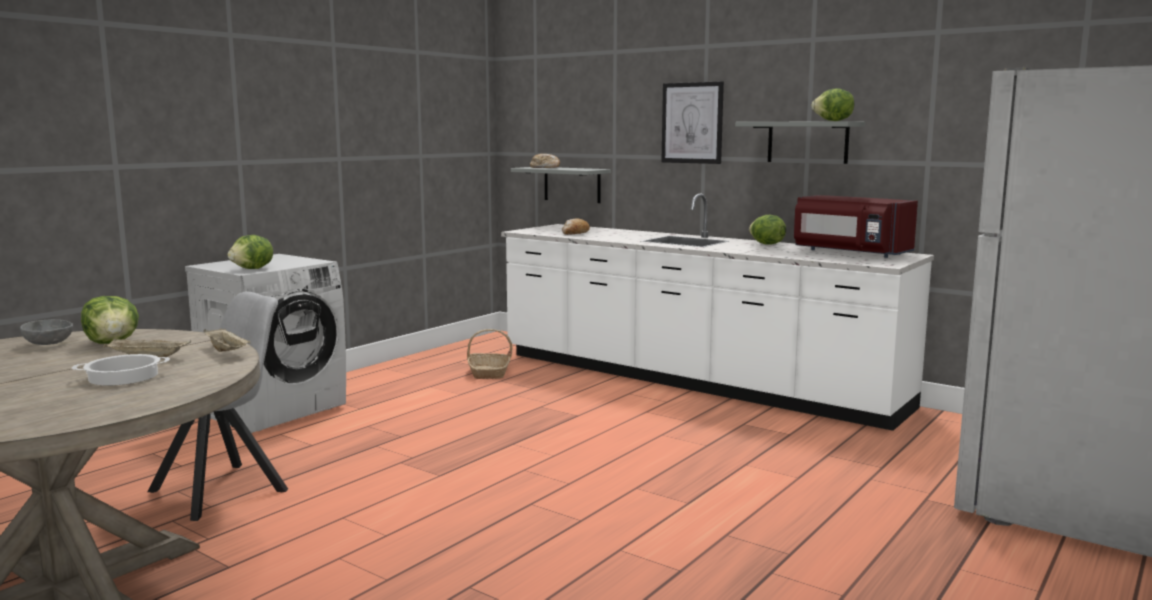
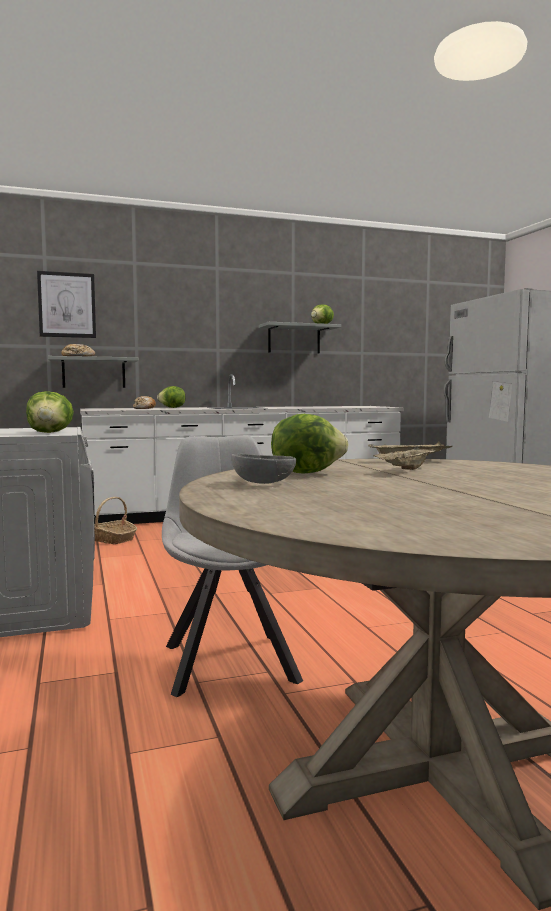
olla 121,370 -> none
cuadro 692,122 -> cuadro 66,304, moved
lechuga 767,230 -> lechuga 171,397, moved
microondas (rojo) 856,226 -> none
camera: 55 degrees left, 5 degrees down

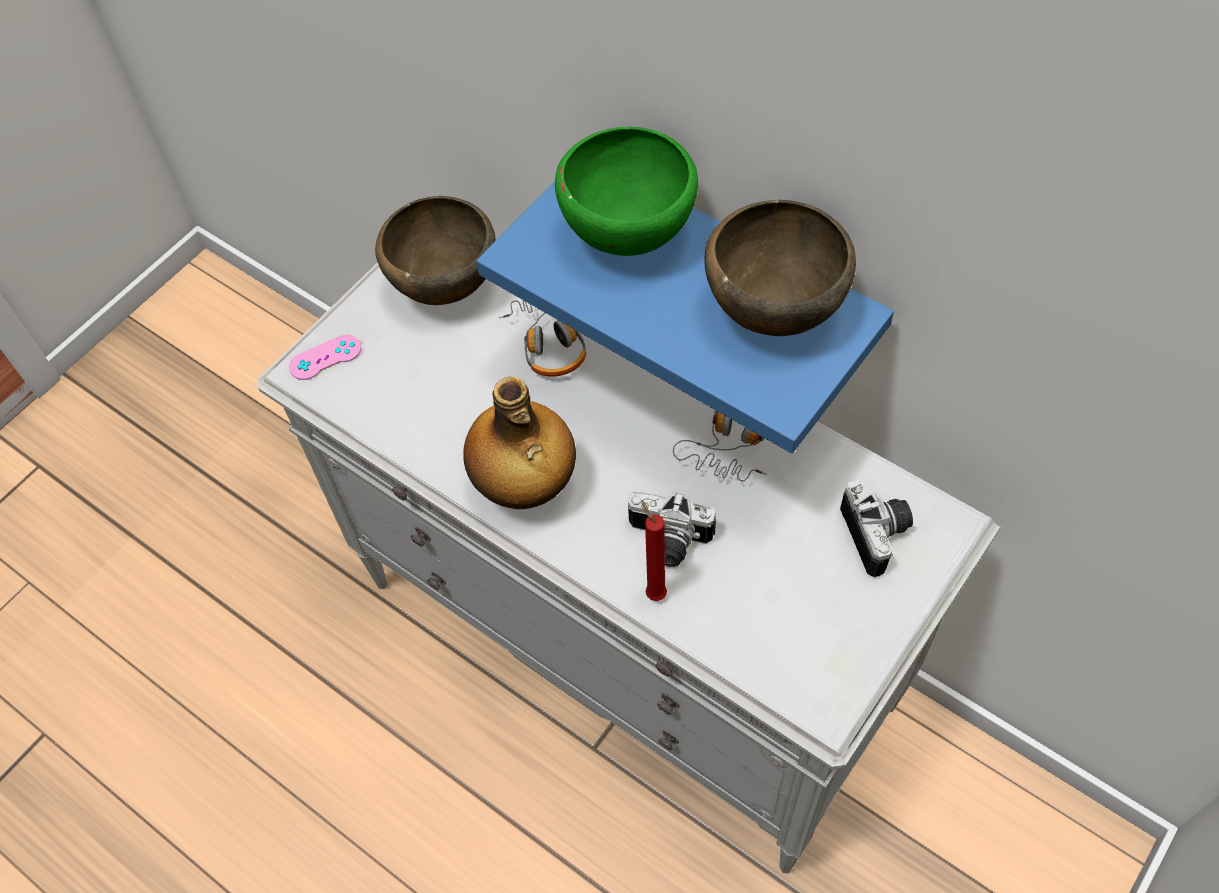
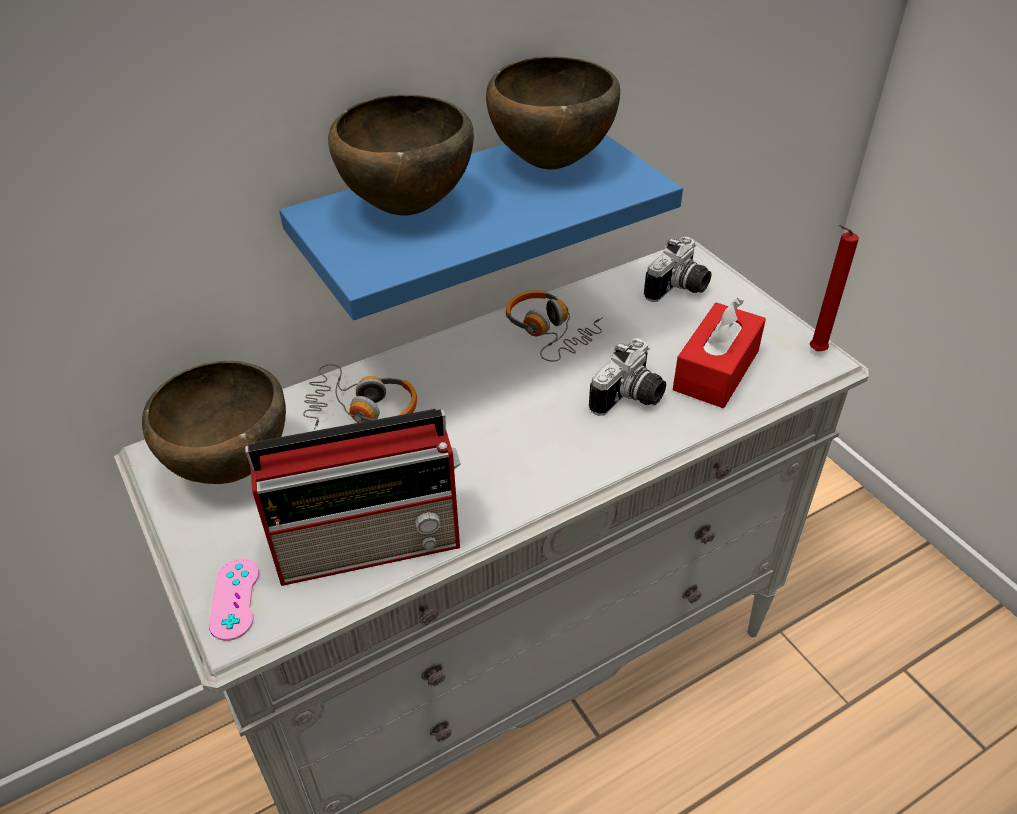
botella 519,443 -> none
cuenco (verde) 626,191 -> cuenco (marrón) 401,155
vela (rojo) 654,550 -> vela (rojo) 834,288, moved
cámara 876,528 -> cámara 677,269, 120 degrees clockwise
none -> radio 353,497
none -> caja de pañuelos (rojo) 719,353
camera: 70 degrees left, 15 degrees down

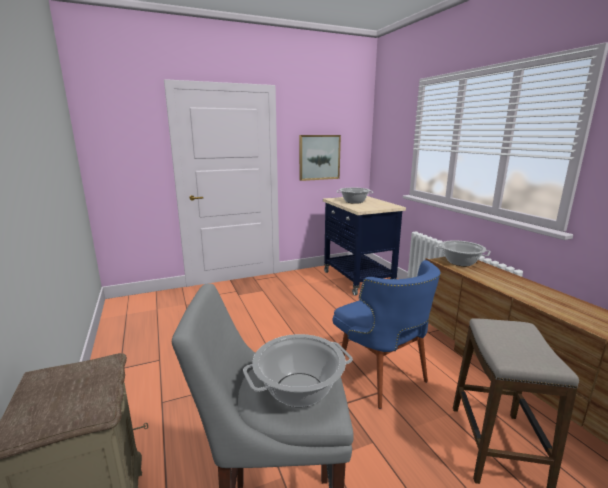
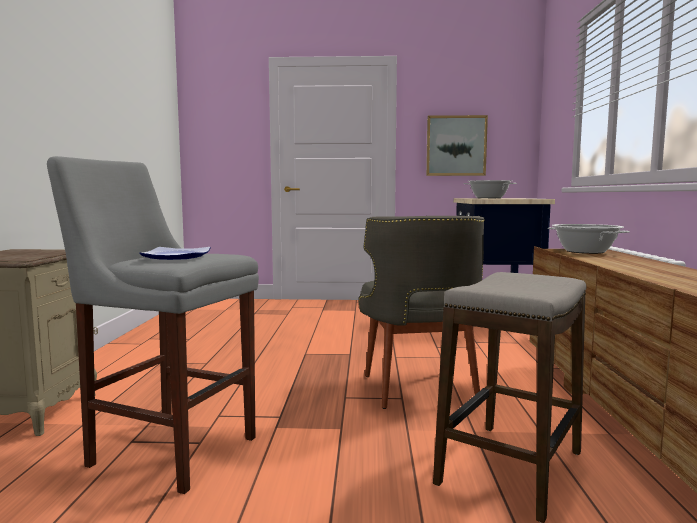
olla 298,370 -> plato 175,253
silla (azul) 387,334 -> silla (gris) 421,312
camera: 25 degrees right, 10 degrees down

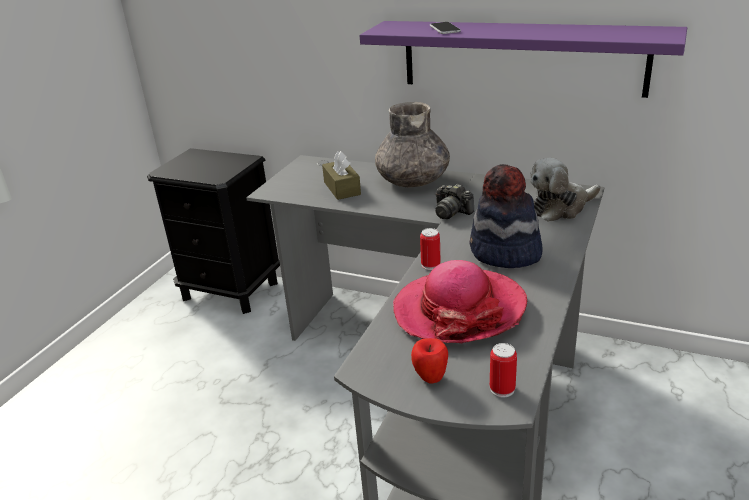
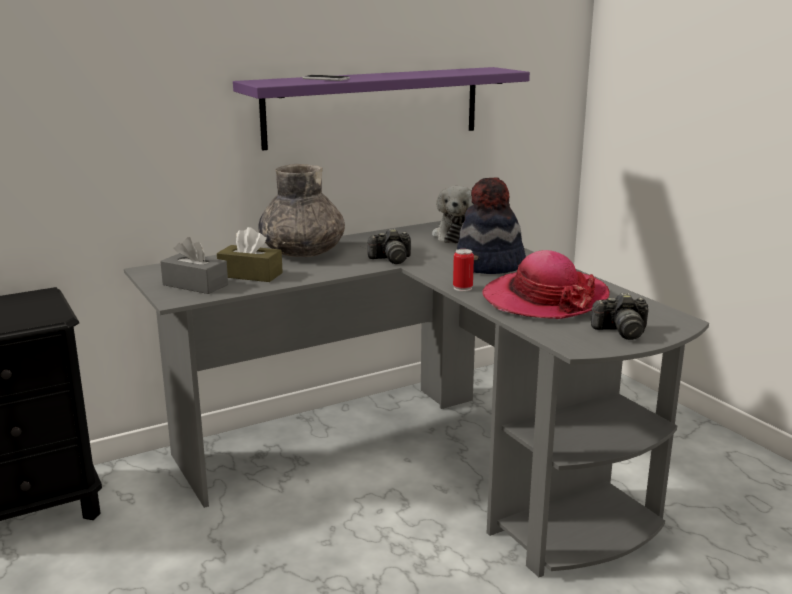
manzana 429,361 -> cámara 619,316
lata 503,370 -> none
none -> caja de pañuelos (gris) 194,265
camera: 55 degrees left, 10 degrees down

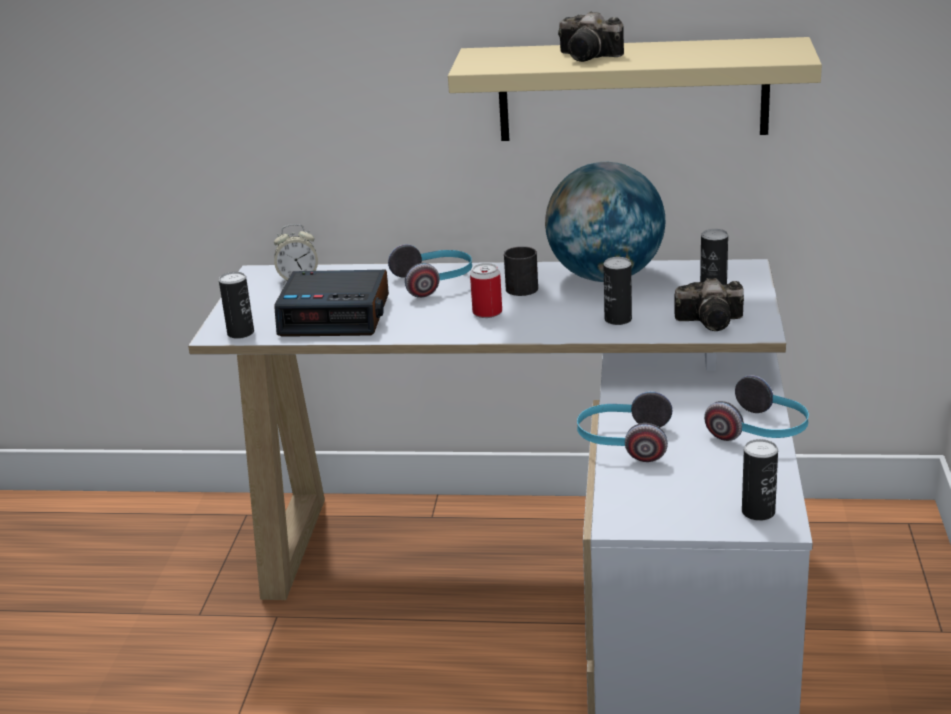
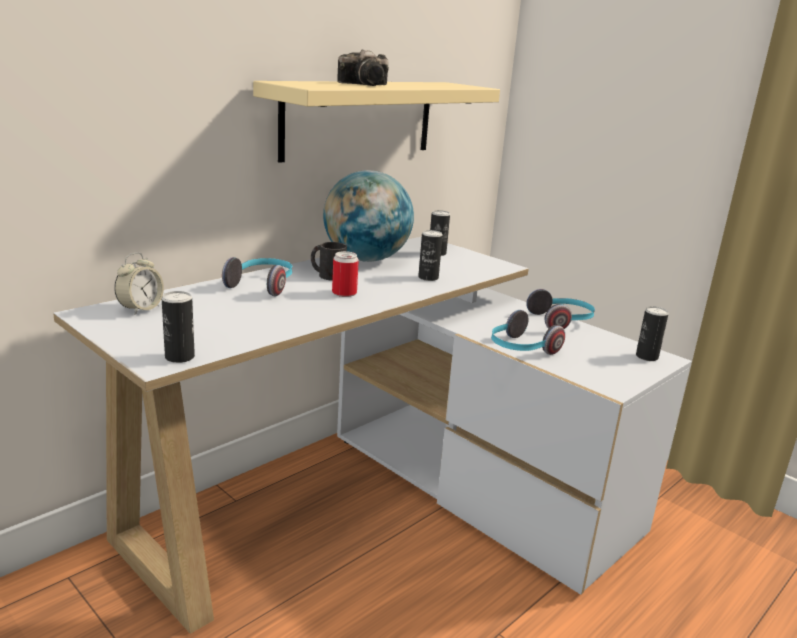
despertador 331,303 -> none
cámara 709,304 -> none
camera: 55 degrees left, 5 degrees down

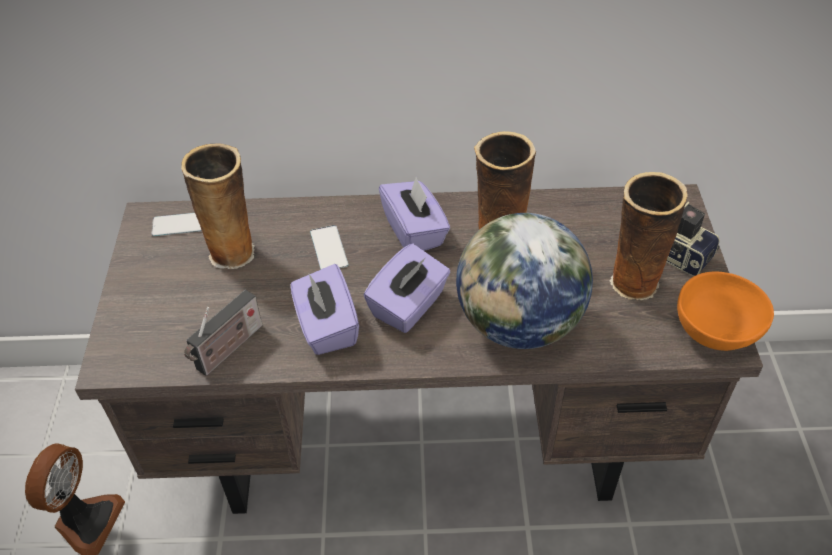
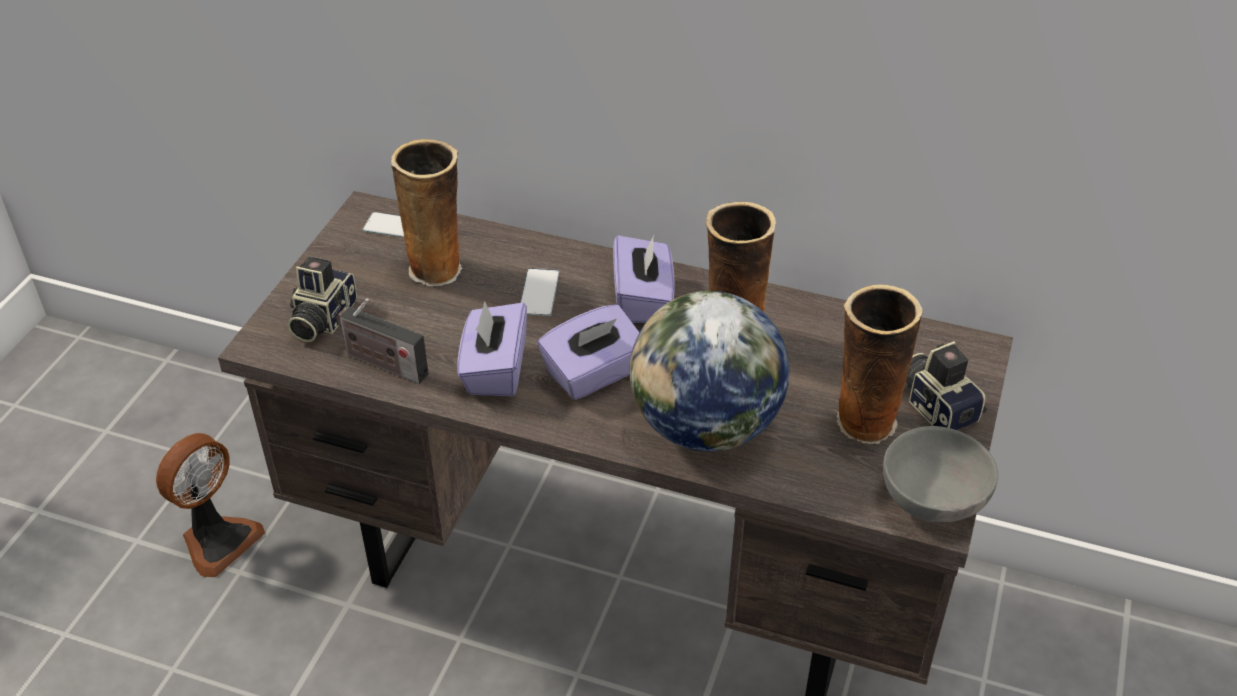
radio 223,333 -> radio 382,341, 60 degrees clockwise
cuenco (naranja) 725,311 -> cuenco (gris) 940,474
none -> cámara 322,299
camera: 20 degrees right, 5 degrees down

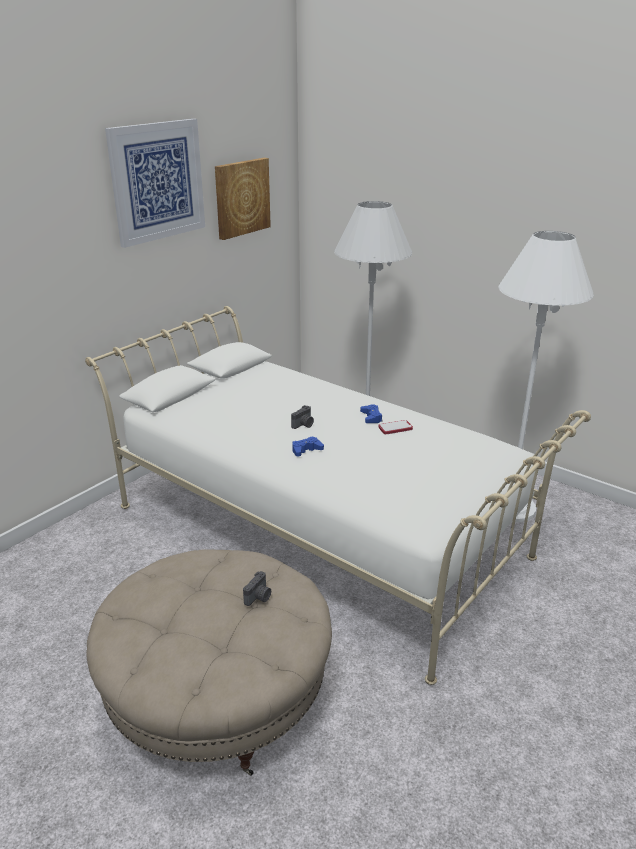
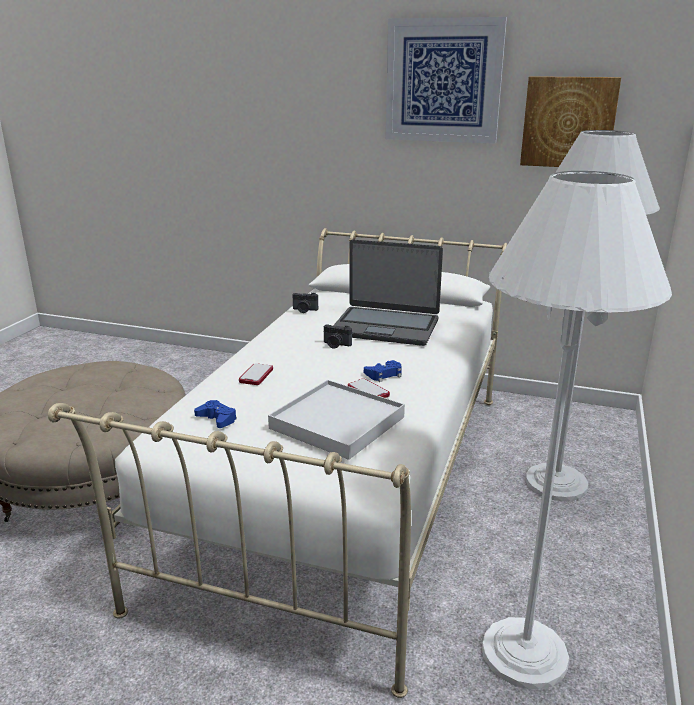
cámara 257,588 -> cámara 305,303, moved
mando de consola (azul) 308,447 -> mando de consola (azul) 215,414, moved
none -> móvil 256,374
none -> bandeja (blanco) 336,420
none -> portátil 388,293
camera: 70 degrees right, 5 degrees down

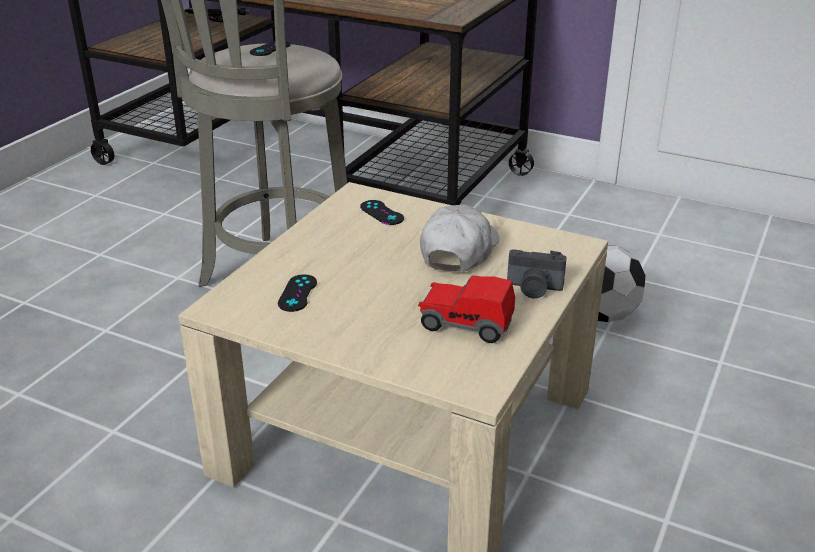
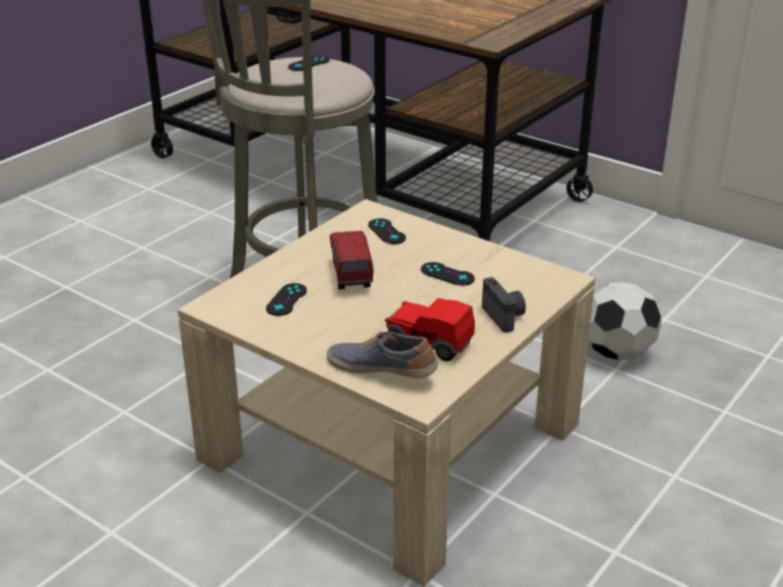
gorra (blanco) 460,238 -> mando de consola (negro) 448,274
cámara 537,273 -> cámara 504,305, 135 degrees counterclockwise
none -> zapato 382,354
none -> camión de juguete 352,260
camera: 10 degrees right, 0 degrees up

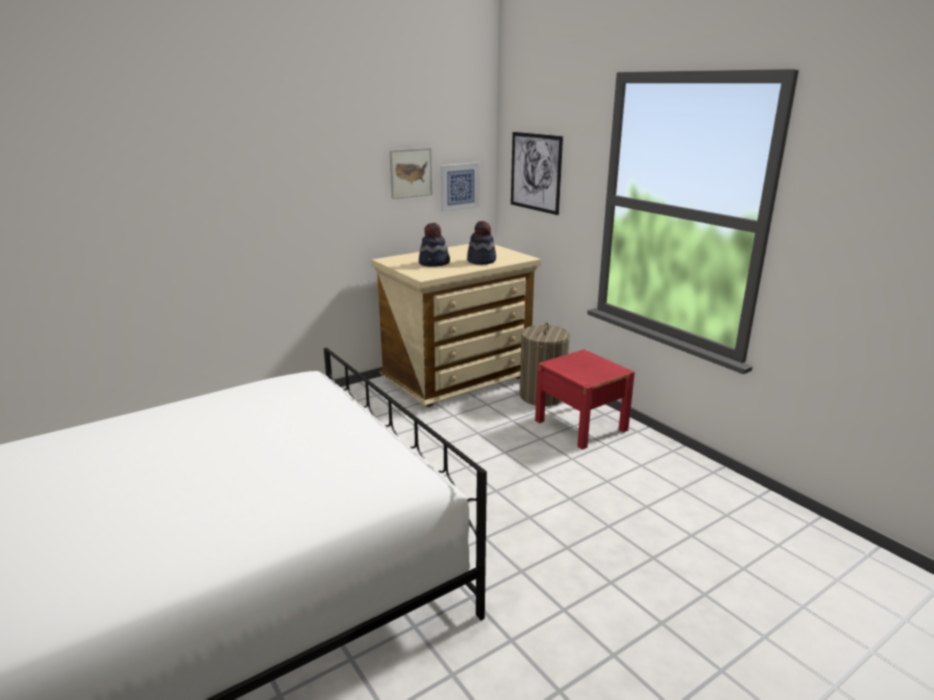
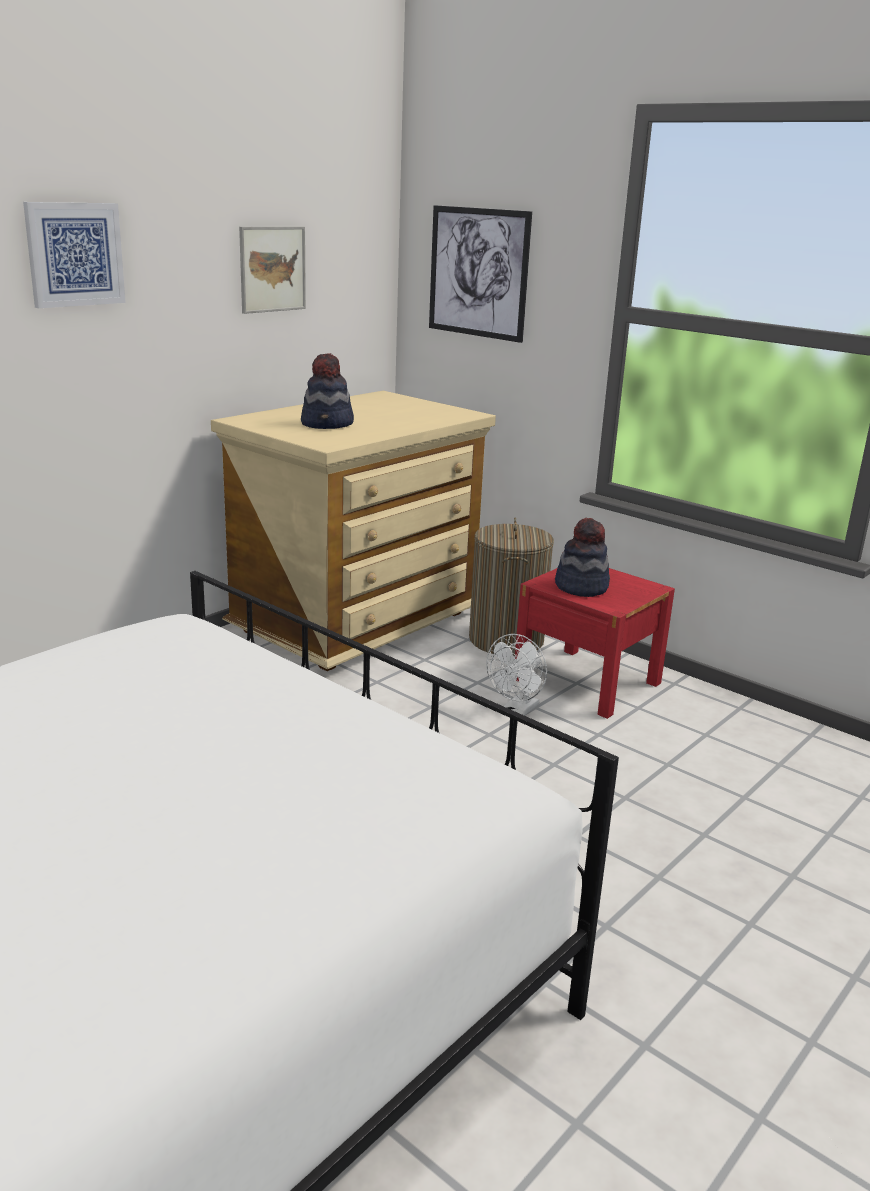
cuadro 460,187 -> cuadro 74,255, moved
sombrero 481,243 -> sombrero 582,557, moved
none -> ventilador (blanco) 516,675
camera: 15 degrees left, 0 degrees up

